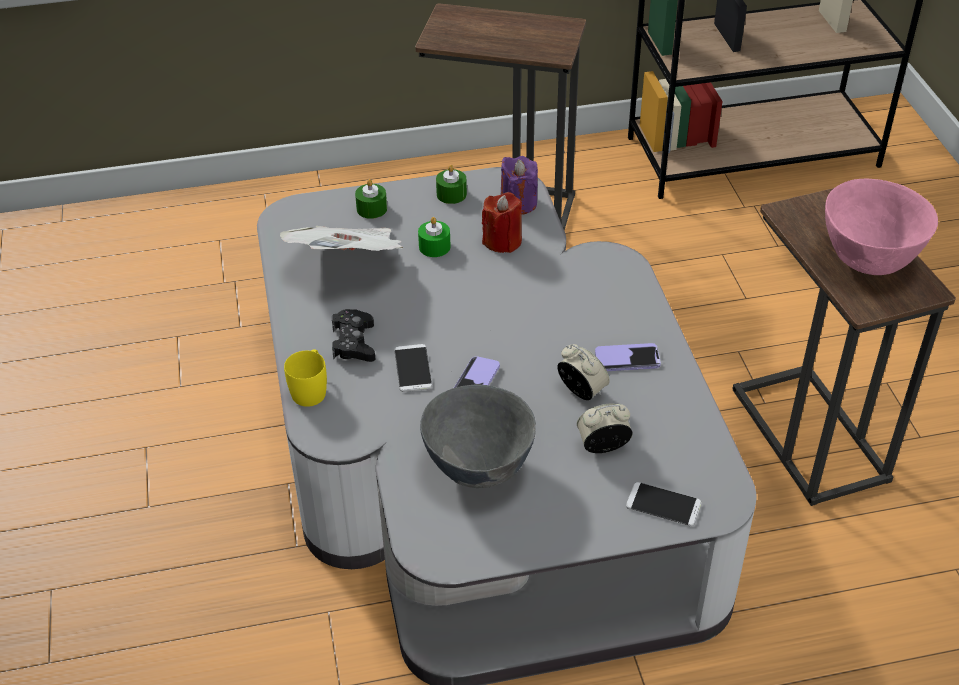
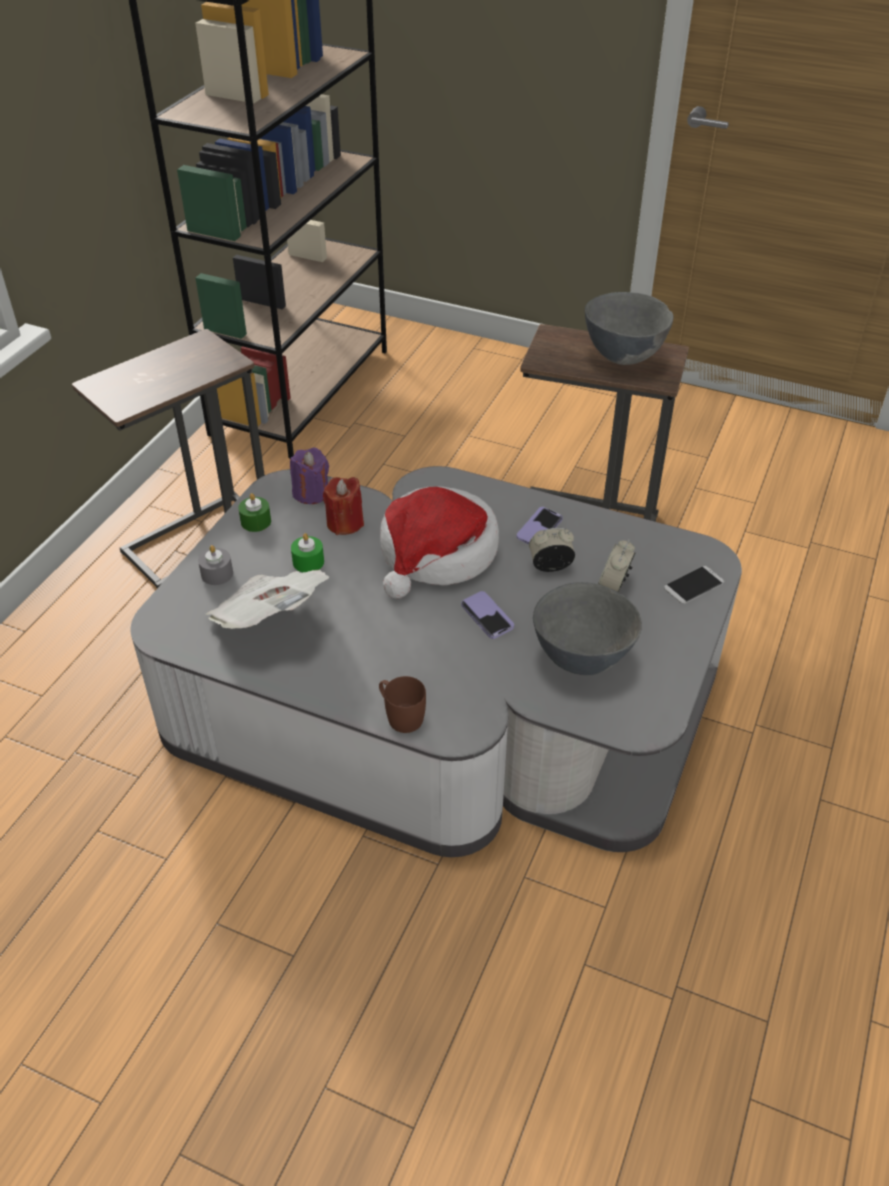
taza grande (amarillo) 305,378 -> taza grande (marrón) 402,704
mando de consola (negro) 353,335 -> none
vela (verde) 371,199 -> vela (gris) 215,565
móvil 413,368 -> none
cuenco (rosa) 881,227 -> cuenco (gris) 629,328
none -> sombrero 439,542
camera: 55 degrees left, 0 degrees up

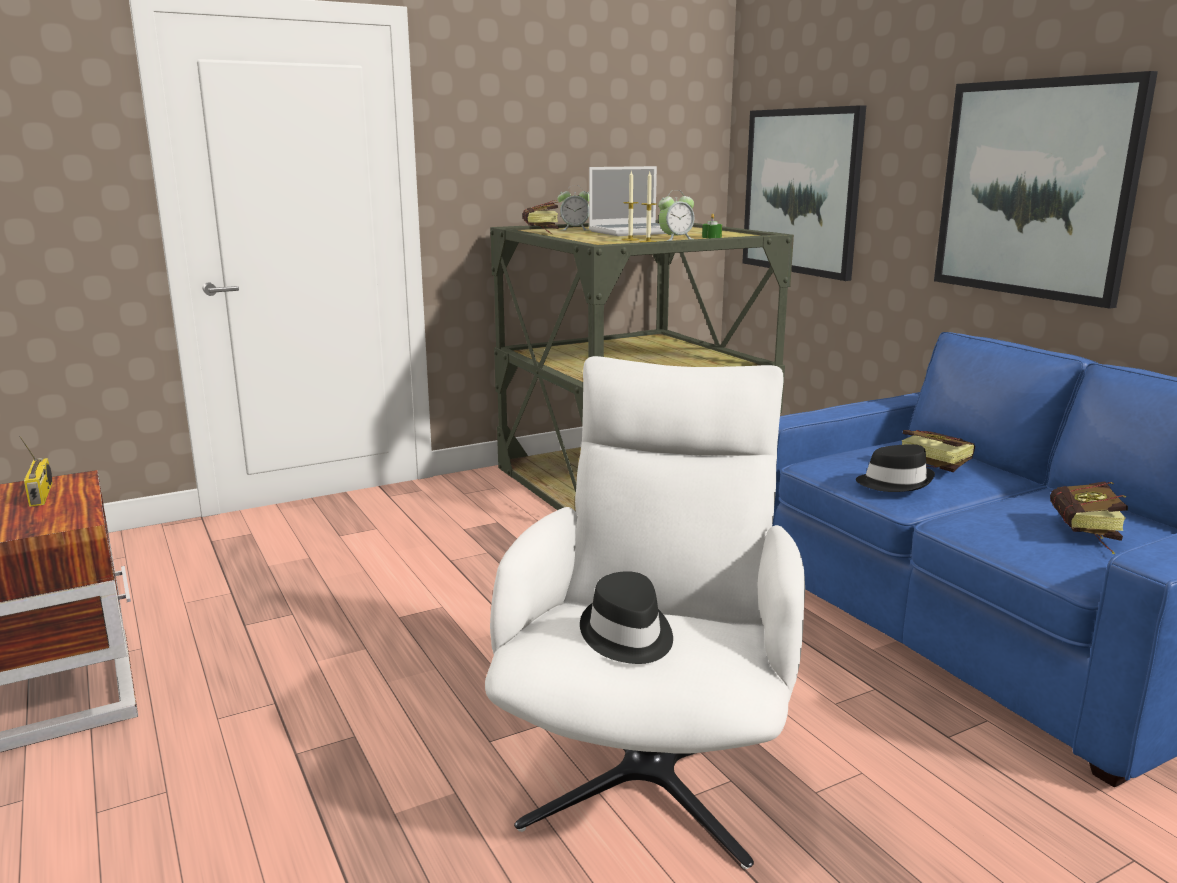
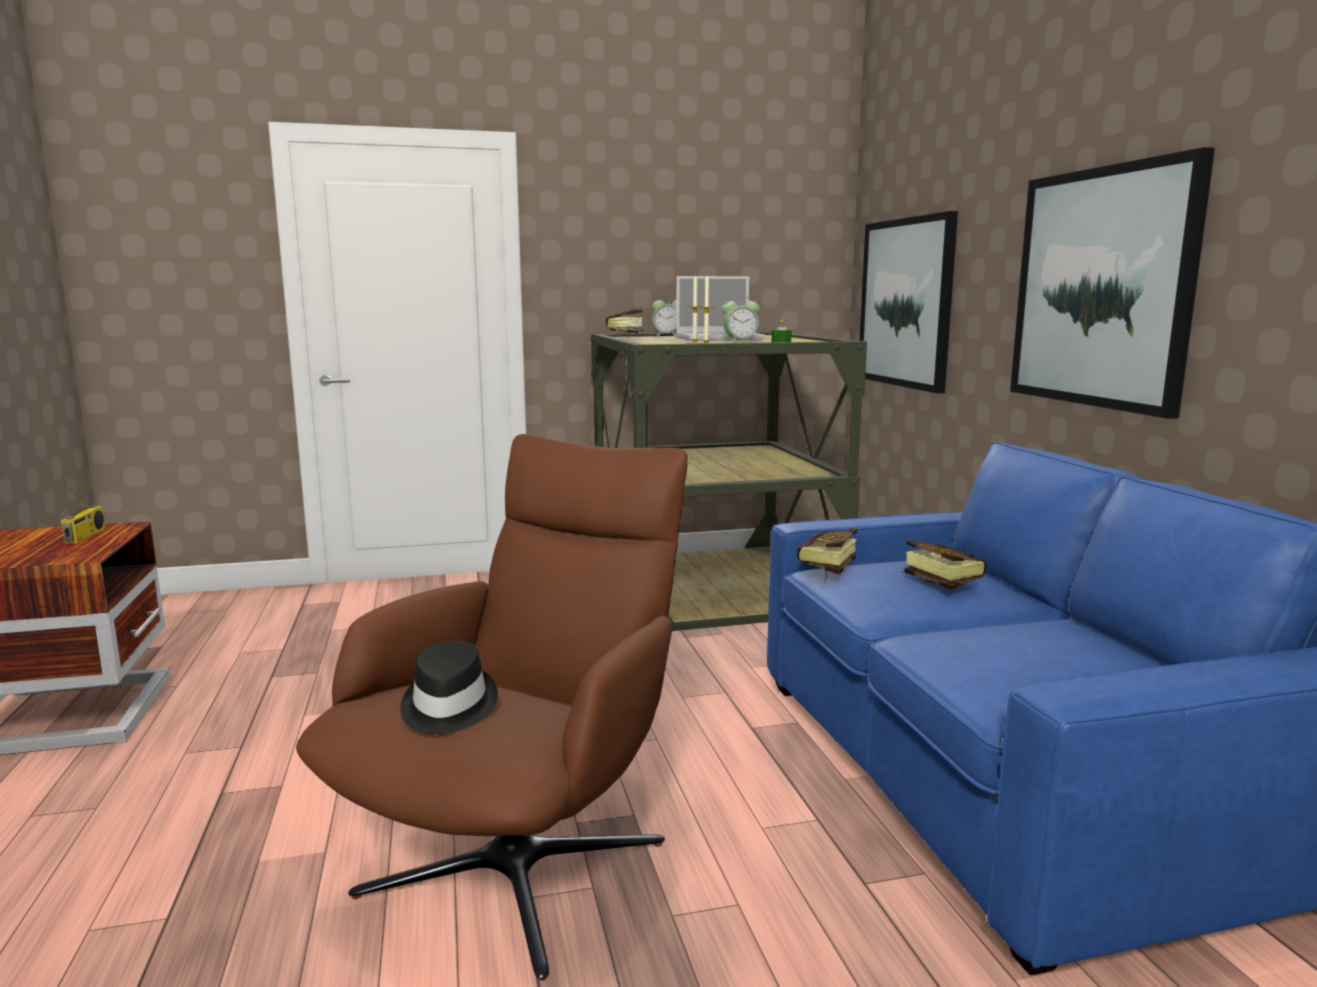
sillón (blanco) 645,612 -> sillón (marrón) 492,707
sombrero (negro) 895,468 -> none
libro 1089,518 -> libro 827,555, moved
camera: 15 degrees right, 5 degrees down

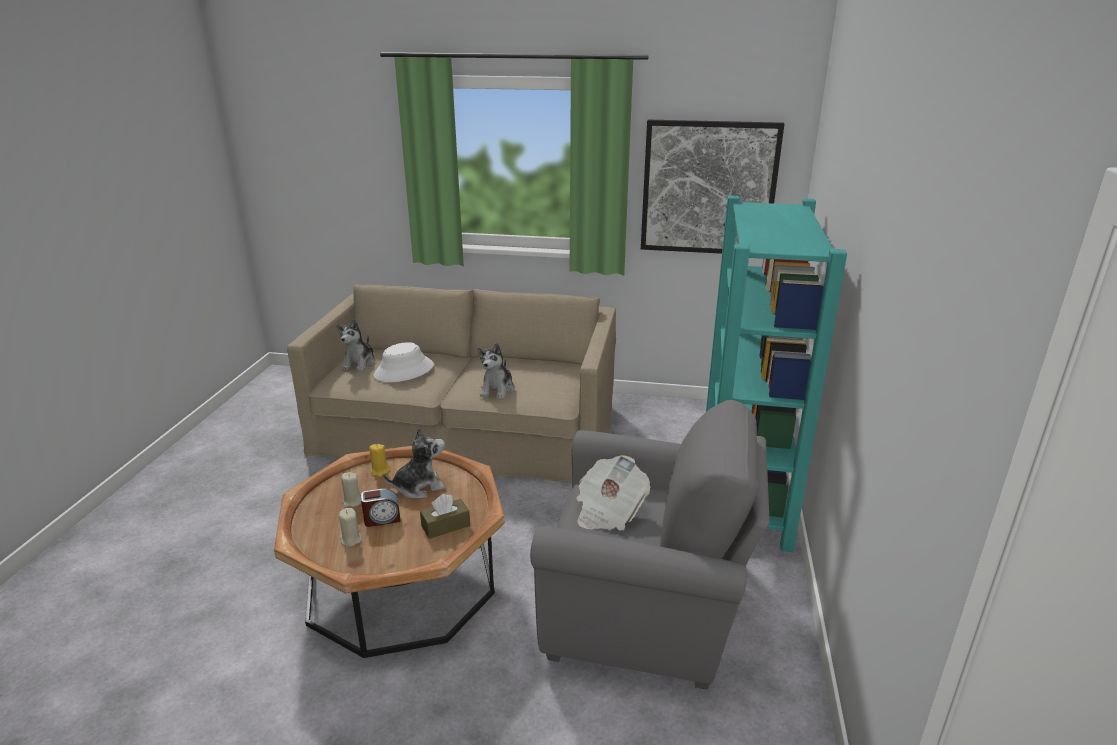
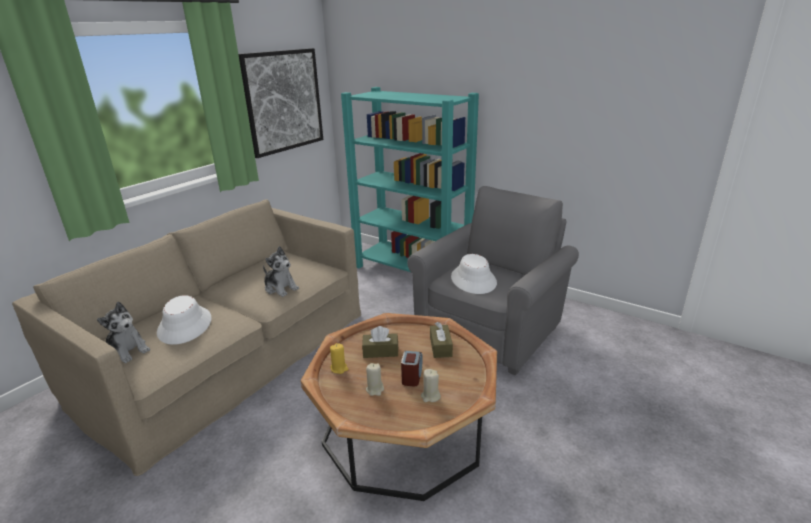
peluche 414,463 -> caja de pañuelos (marrón) 380,342
periódico 613,492 -> sombrero (blanco) 474,274
camera: 65 degrees left, 0 degrees up

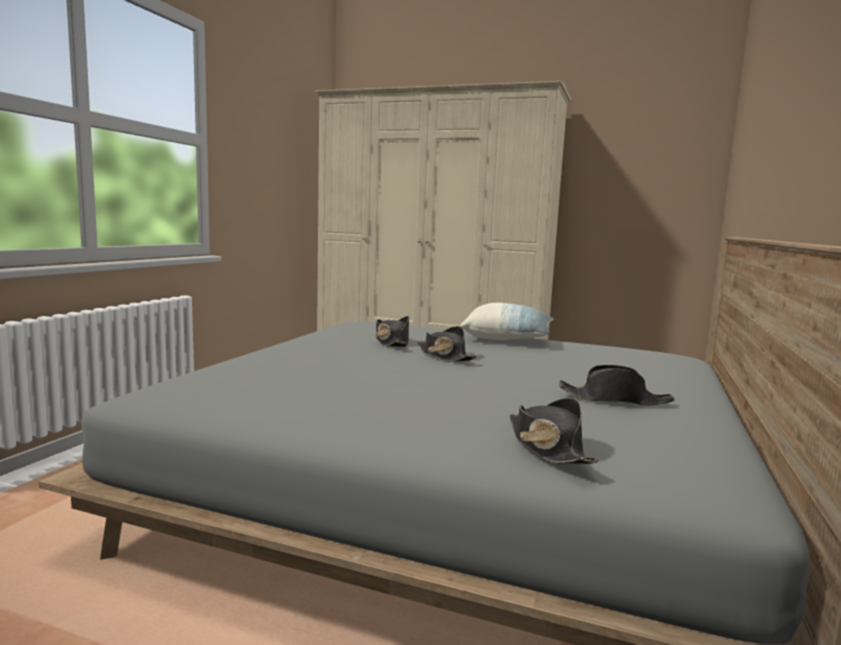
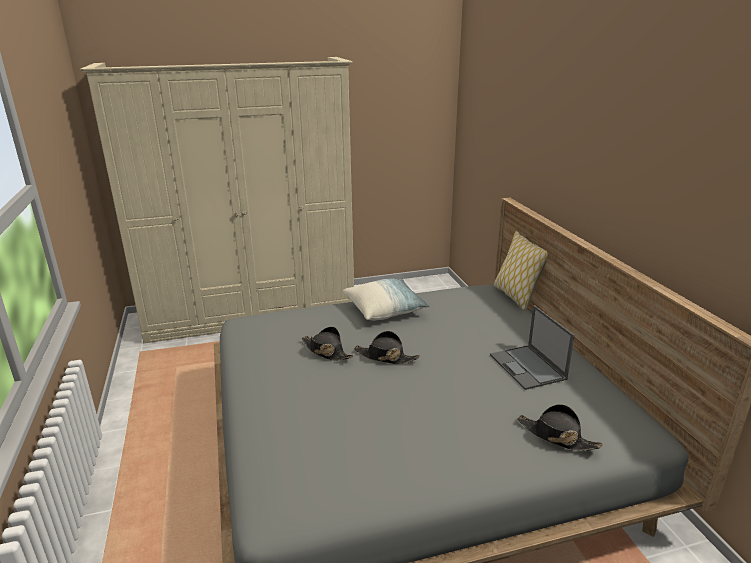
sombrero (negro) 616,385 -> portátil 532,347
none -> cojín 520,270
camera: 35 degrees left, 15 degrees up

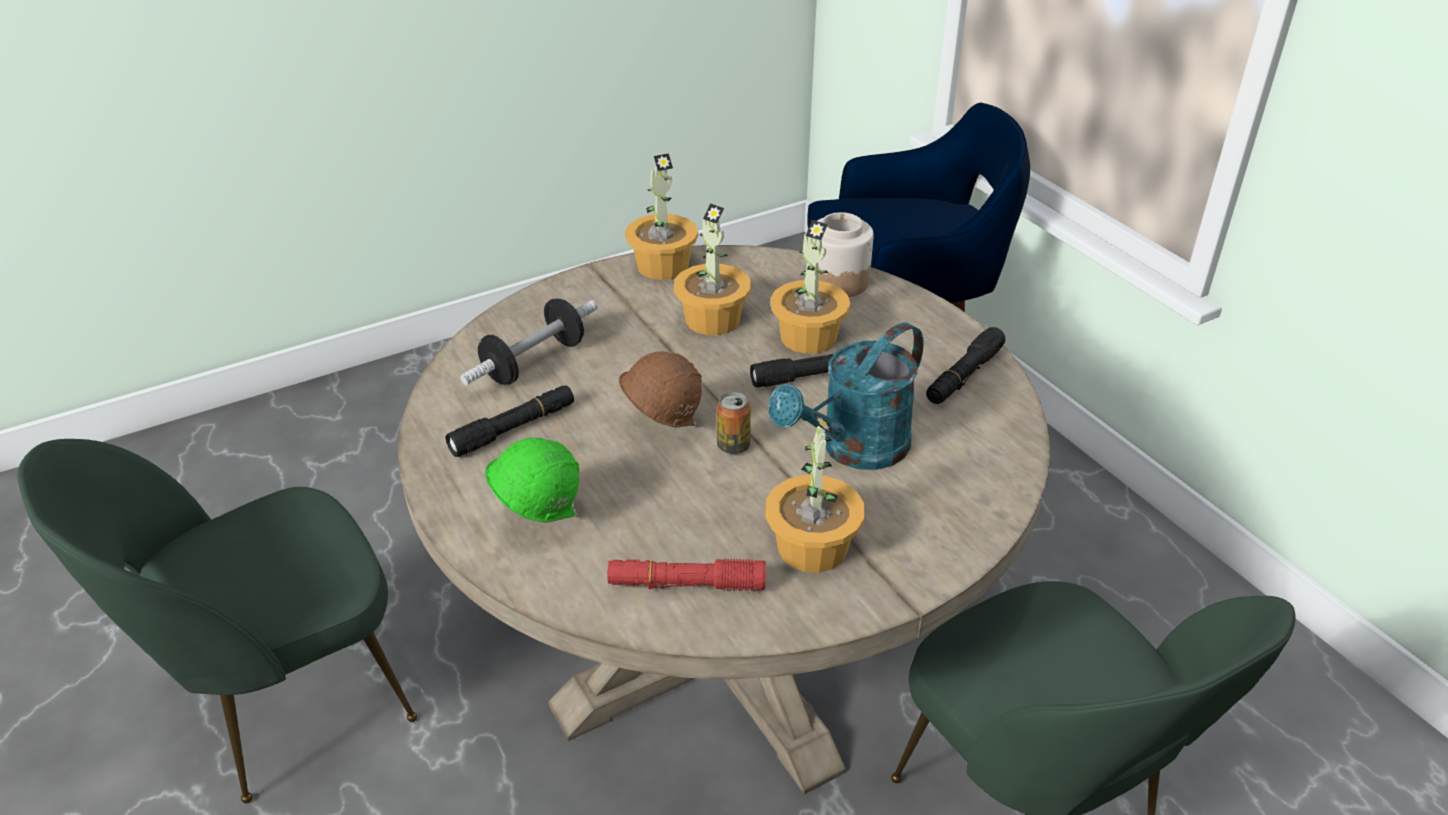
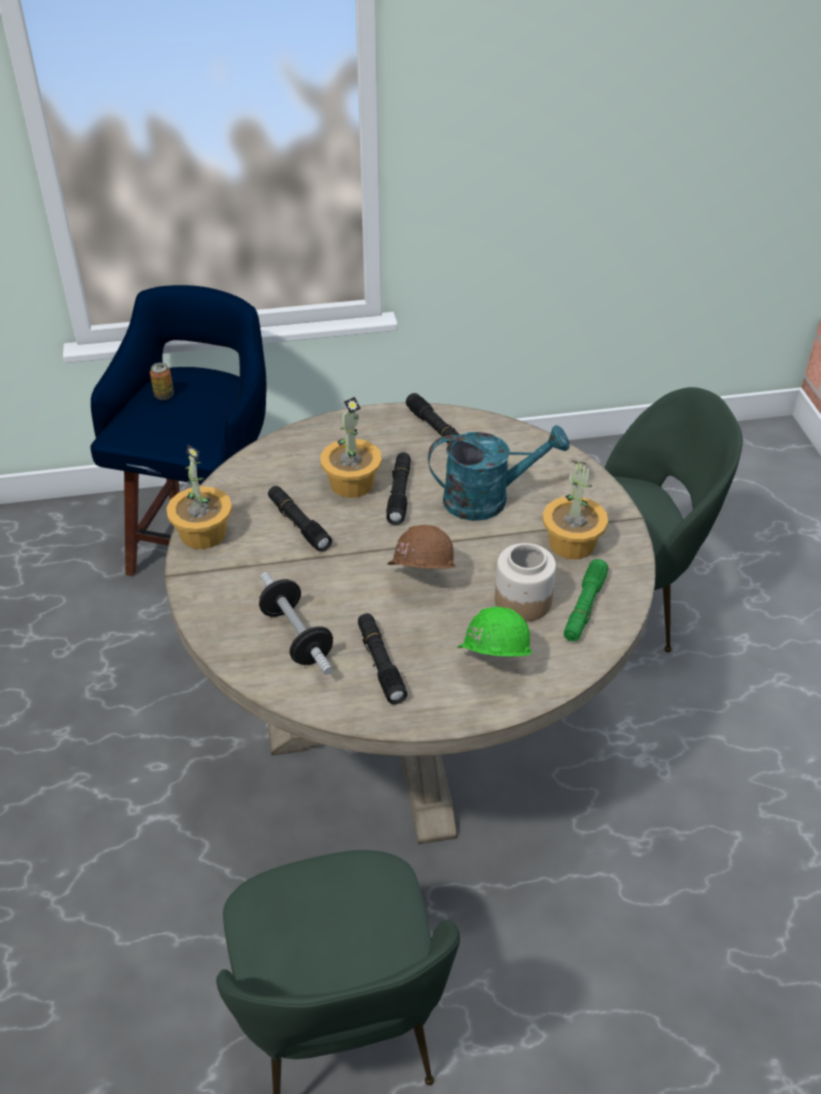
linterna (rojo) 686,574 -> linterna (verde) 586,600
planta en maceta 712,269 -> linterna (negro) 300,519
lata 734,423 -> lata 162,381, moved
regadera (turquesa) 846,396 -> regadera (turquesa) 499,473, 75 degrees counterclockwise
tarro 845,254 -> tarro 525,582, moved
camera: 70 degrees left, 5 degrees up

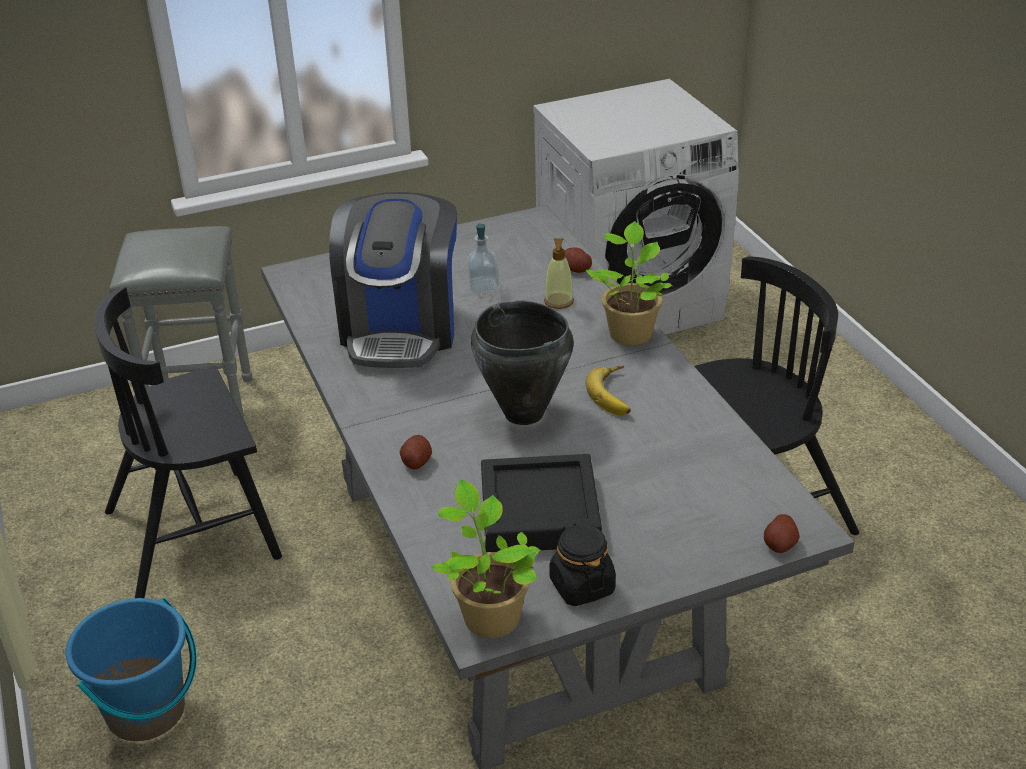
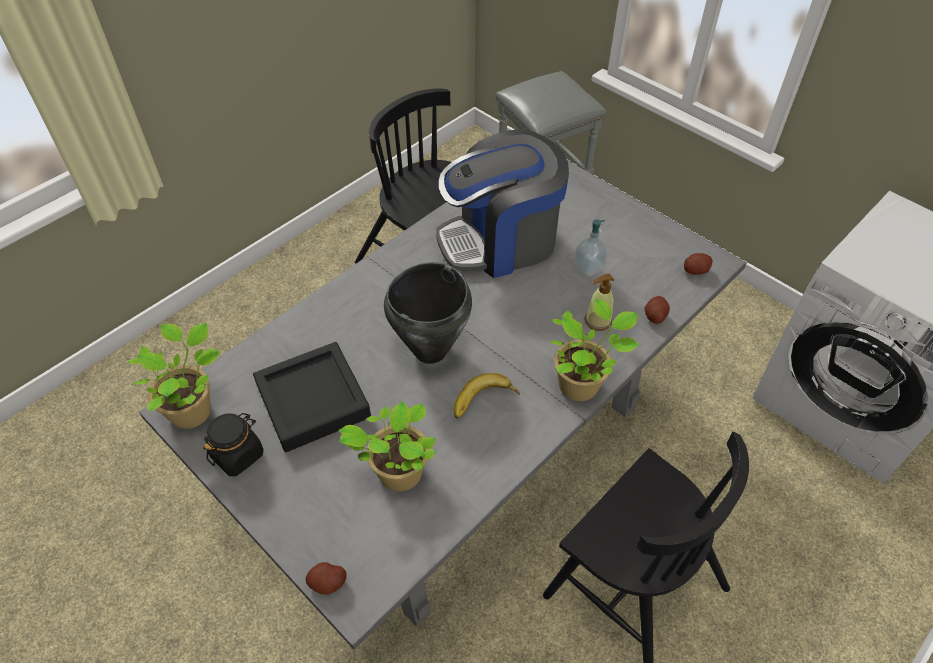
cubo (azul) 131,669 -> none
patata 416,452 -> patata 698,264, moved
none -> planta en maceta 387,446
camera: 65 degrees right, 15 degrees up

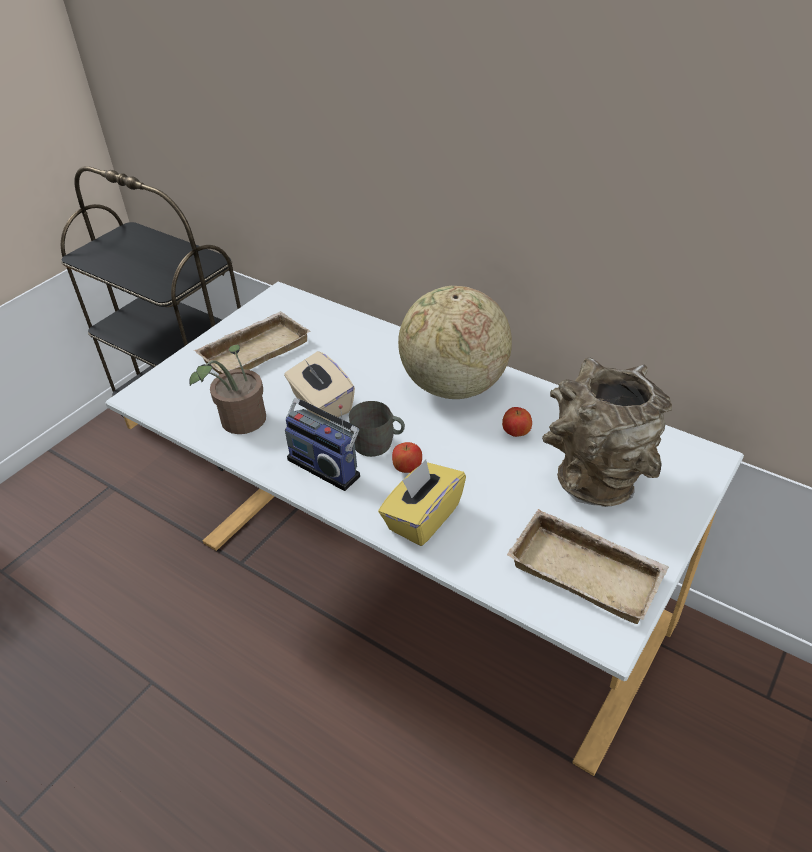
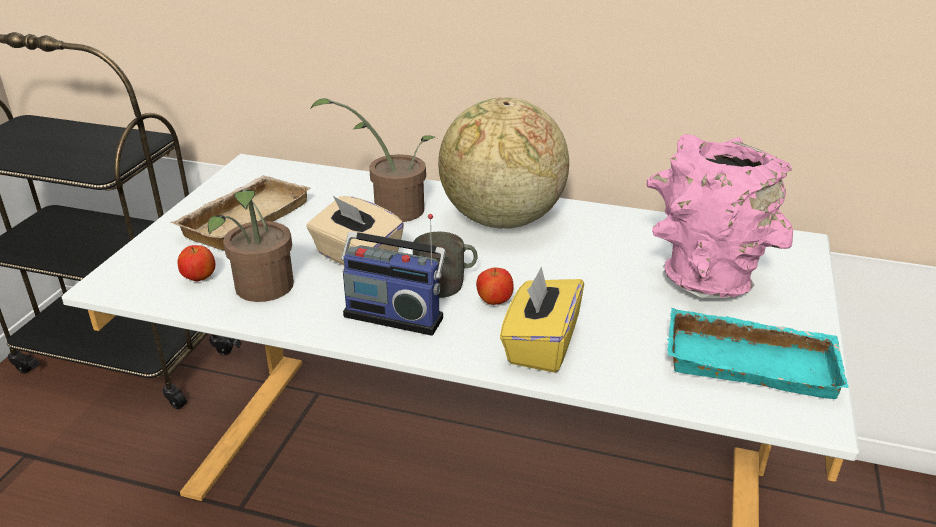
manzana 517,422 -> manzana 196,263, moved
bandeja (beis) 588,566 -> bandeja (turquesa) 757,353
florero (marrón) 607,432 -> florero (rosa) 720,216
none -> planta en maceta 373,160
camera: 20 degrees left, 10 degrees down

